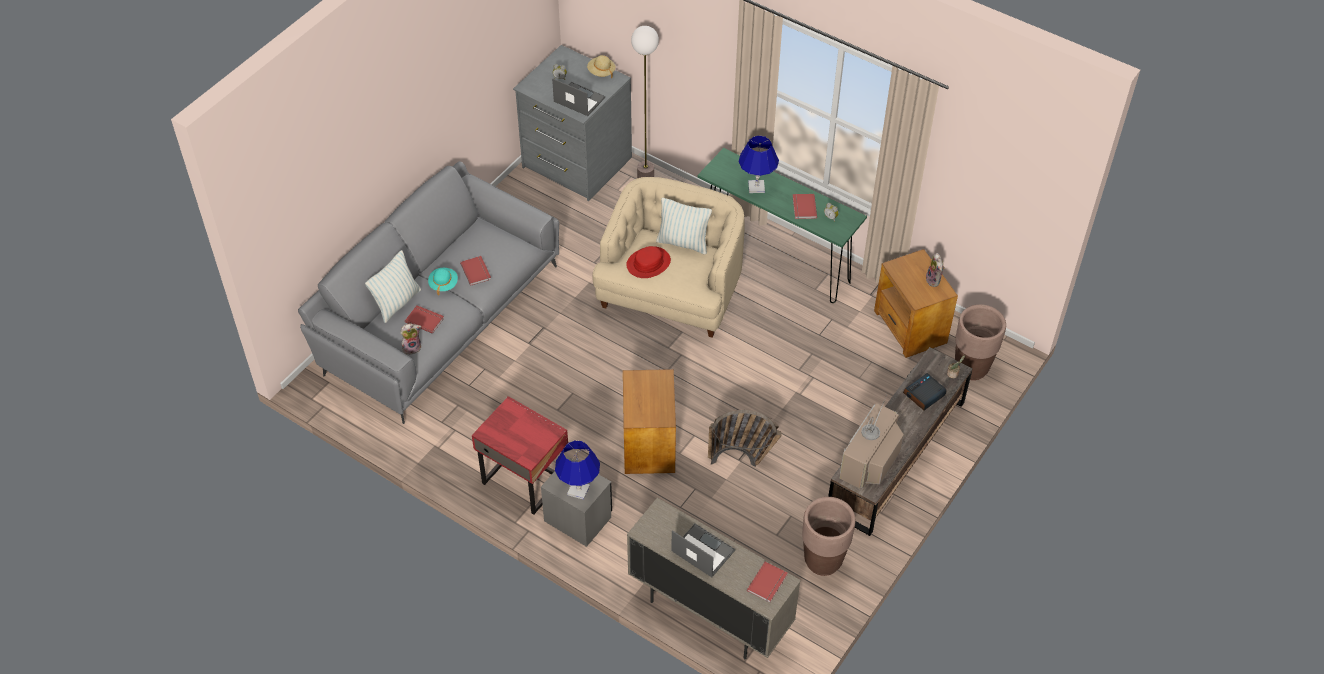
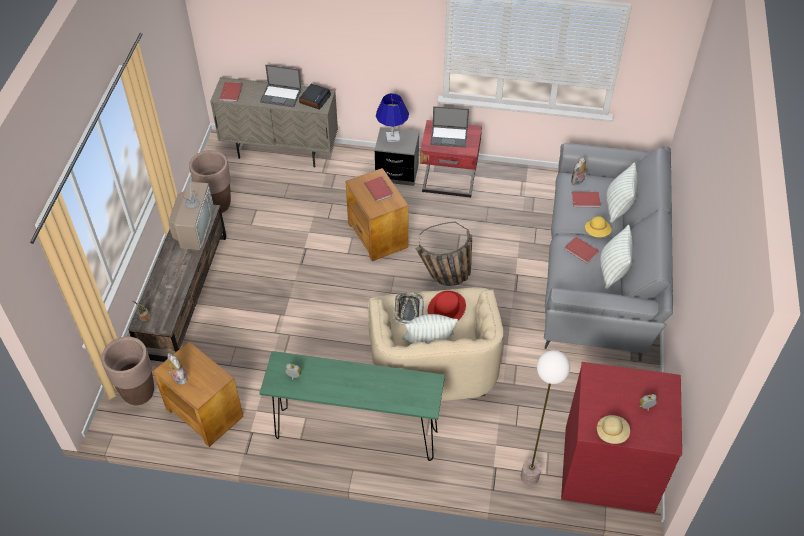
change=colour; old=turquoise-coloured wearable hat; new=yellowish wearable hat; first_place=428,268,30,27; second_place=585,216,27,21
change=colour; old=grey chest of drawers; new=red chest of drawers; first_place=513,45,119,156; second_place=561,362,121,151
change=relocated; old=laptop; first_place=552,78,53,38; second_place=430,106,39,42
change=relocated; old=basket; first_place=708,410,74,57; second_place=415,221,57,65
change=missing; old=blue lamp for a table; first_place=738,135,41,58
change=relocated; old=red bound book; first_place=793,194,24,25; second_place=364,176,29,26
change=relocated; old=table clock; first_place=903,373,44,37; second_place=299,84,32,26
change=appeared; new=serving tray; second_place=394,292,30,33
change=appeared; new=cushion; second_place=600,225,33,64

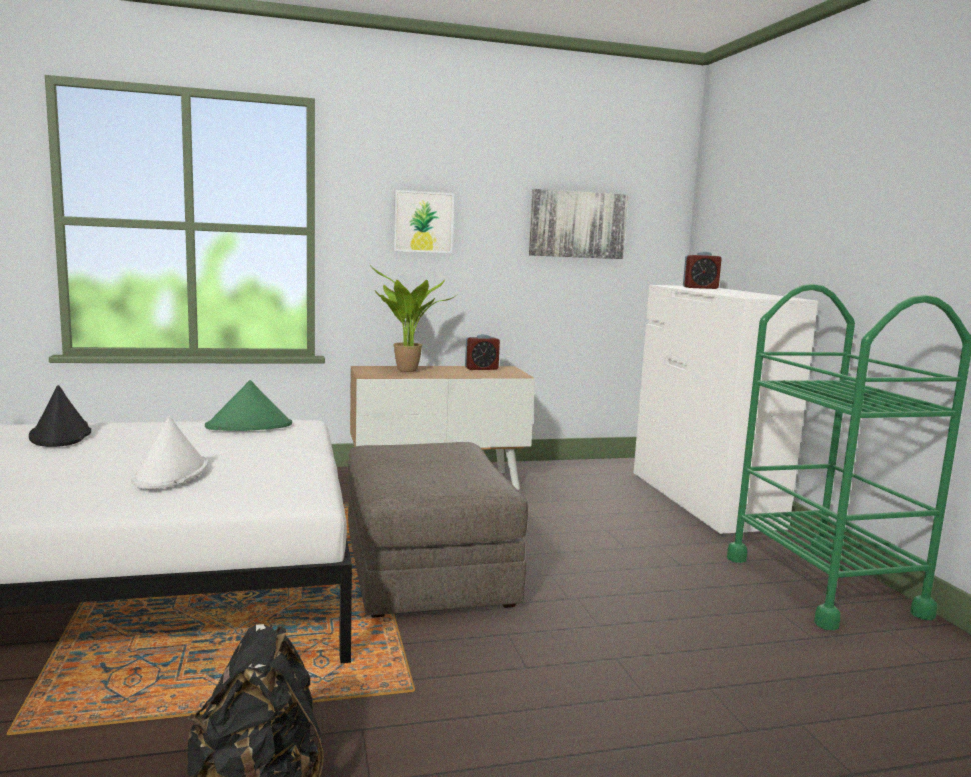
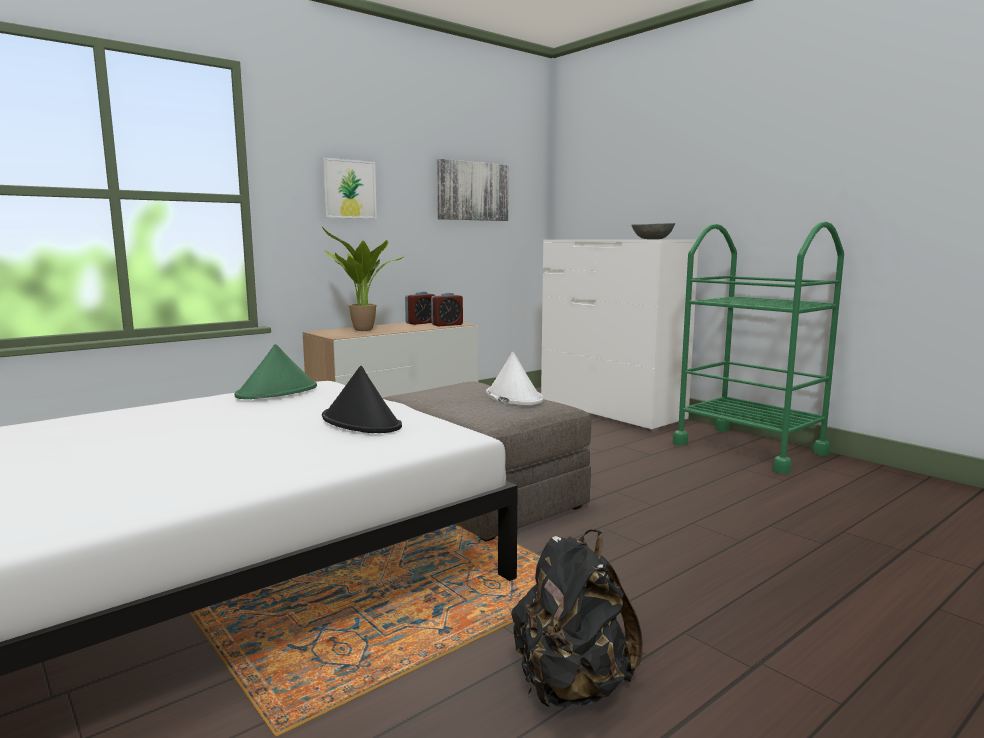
change=relocated; old=black wearable hat; first_place=29,385,62,62; second_place=322,366,80,67
change=relocated; old=whitish wearable hat; first_place=131,416,77,73; second_place=486,352,57,54
change=relocated; old=table clock; first_place=683,252,39,37; second_place=431,292,32,34
change=appeared; new=grey serving bowl; second_place=631,223,44,16

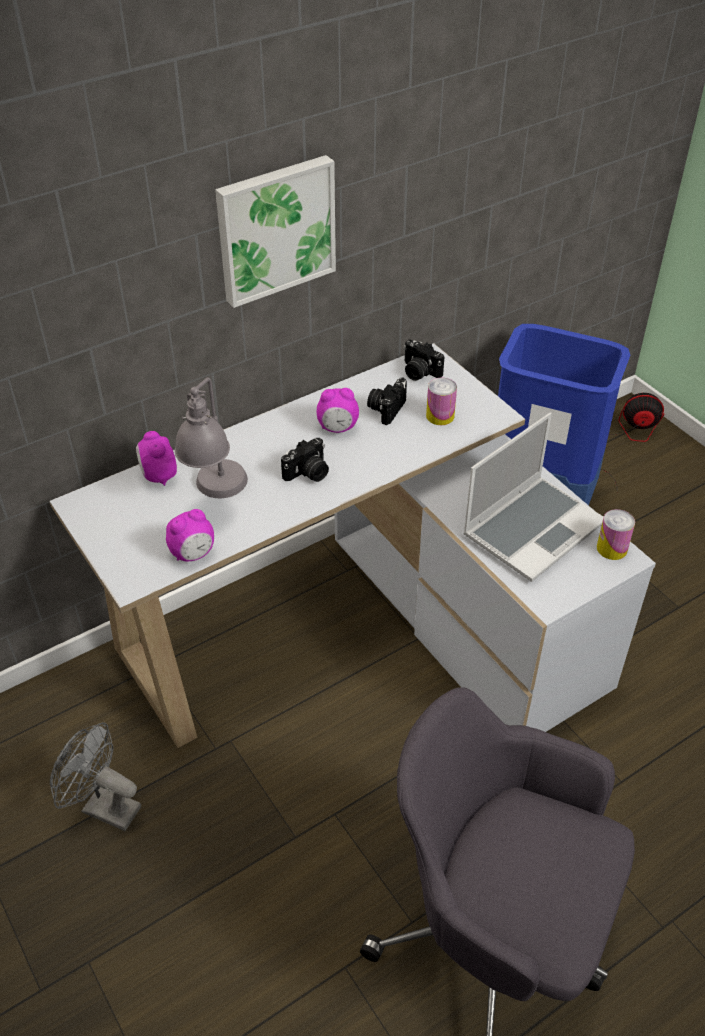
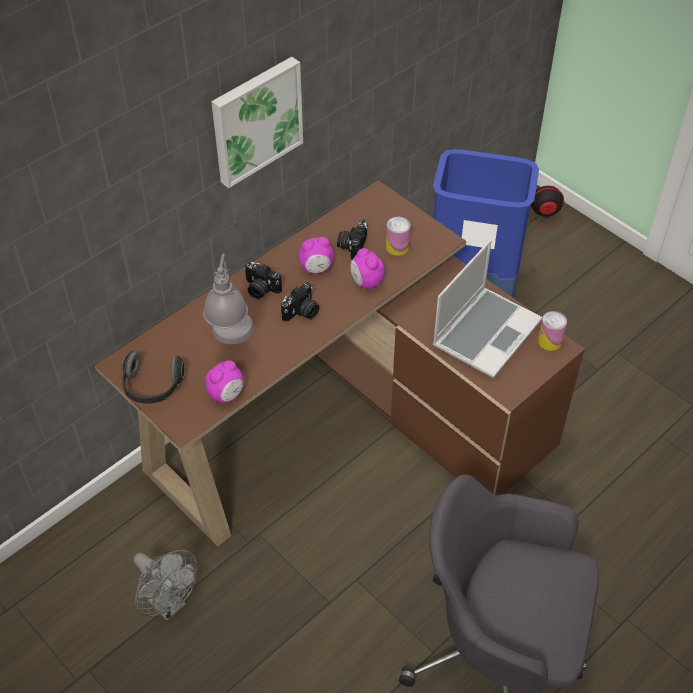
change=colour; old=whitish desk unit; new=brown-coloured desk unit; first_place=49,343,607,405; second_place=95,180,490,367
change=spun; old=grey electric fan; first_place=50,722,91,109; second_place=134,550,63,70; degrees=-150
change=relocated; old=table clock; first_place=136,431,41,55; second_place=350,248,35,42
change=relocated; old=photo camera; first_place=404,339,40,42; second_place=244,262,38,37
change=appeared; new=headset; second_place=122,350,63,54

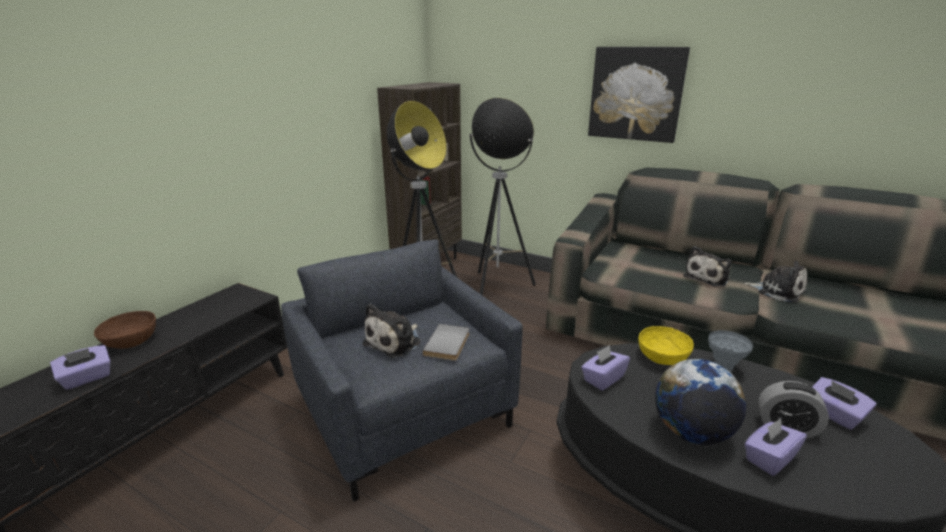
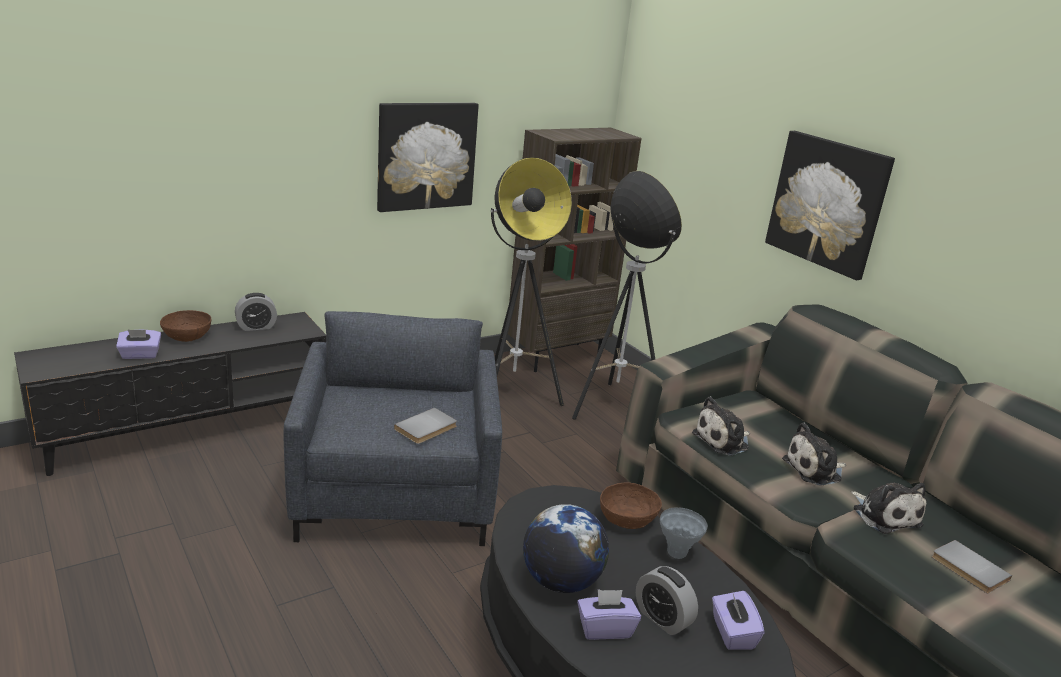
change=relocated; old=cuddly toy; first_place=362,303,59,55; second_place=692,396,58,59
change=missing; old=purple-coloured box of tissues; first_place=581,345,49,45
change=colour; old=yellowish serving bowl; new=brown-coloured serving bowl; first_place=638,326,56,39; second_place=600,482,62,47
change=appeared; new=table clock; second_place=235,293,42,38
change=appeared; new=picture; second_place=377,103,102,109
change=appeared; new=grey bound book; second_place=932,540,80,53

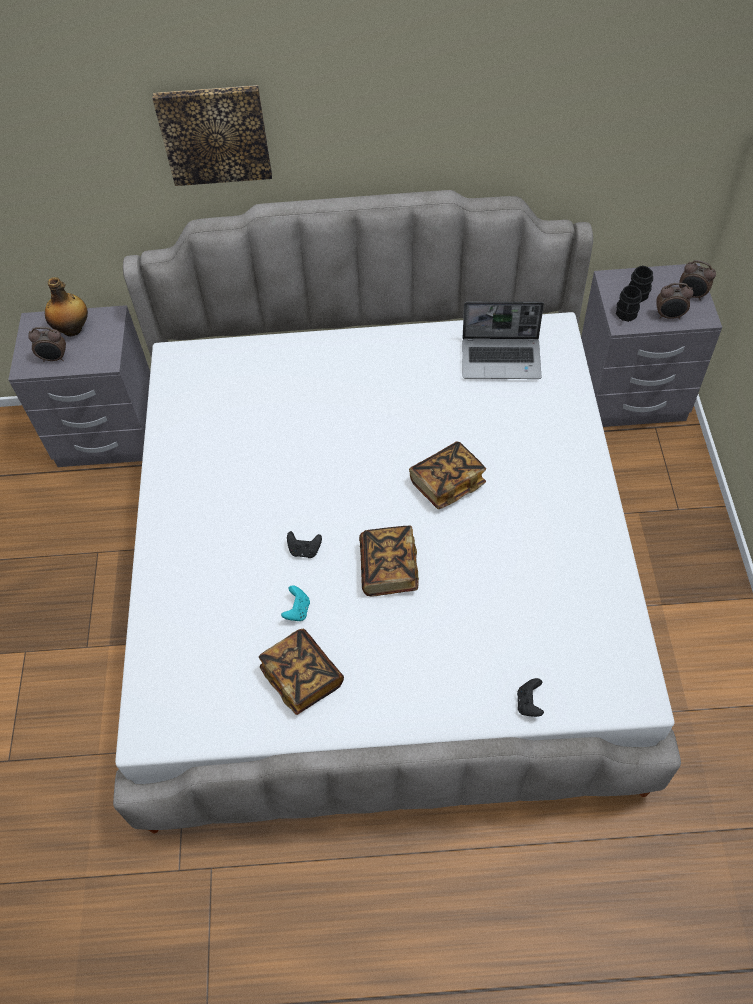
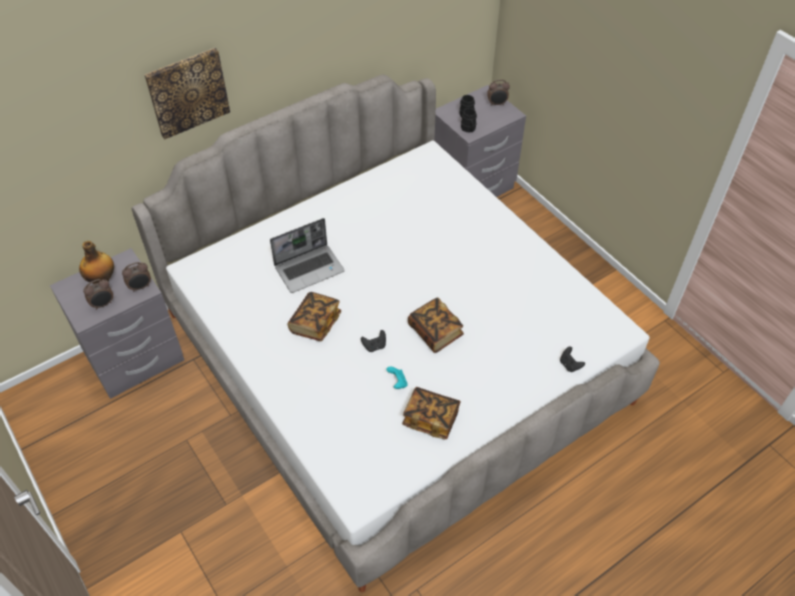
change=relocated; old=bound book; first_place=409,442,77,67; second_place=288,292,53,49
change=relocated; old=laptop; first_place=462,302,82,77; second_place=270,218,75,75
change=relocated; old=table clock; first_place=656,283,37,36; second_place=122,262,29,30

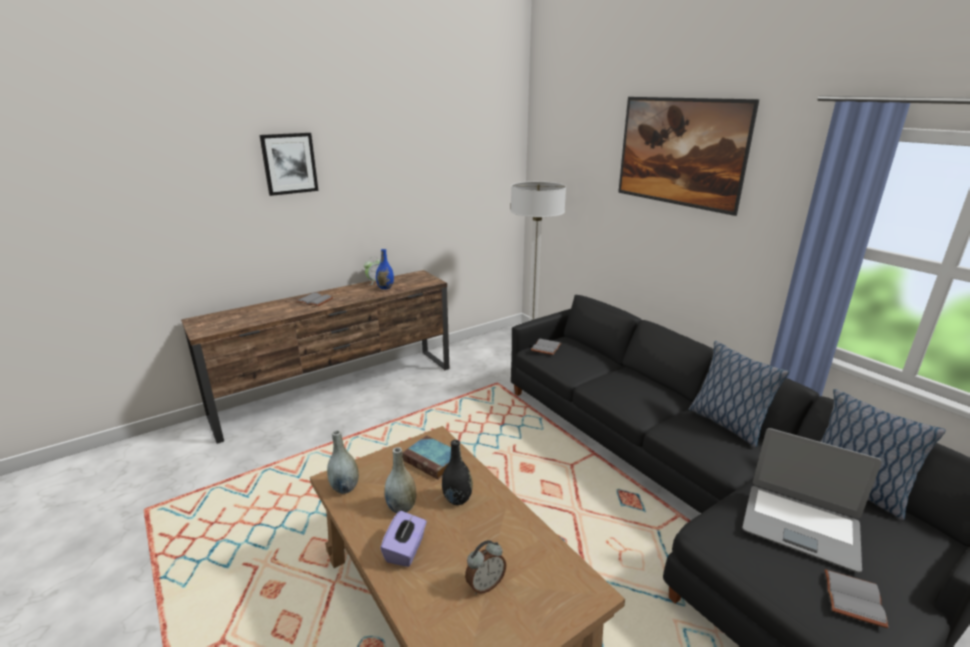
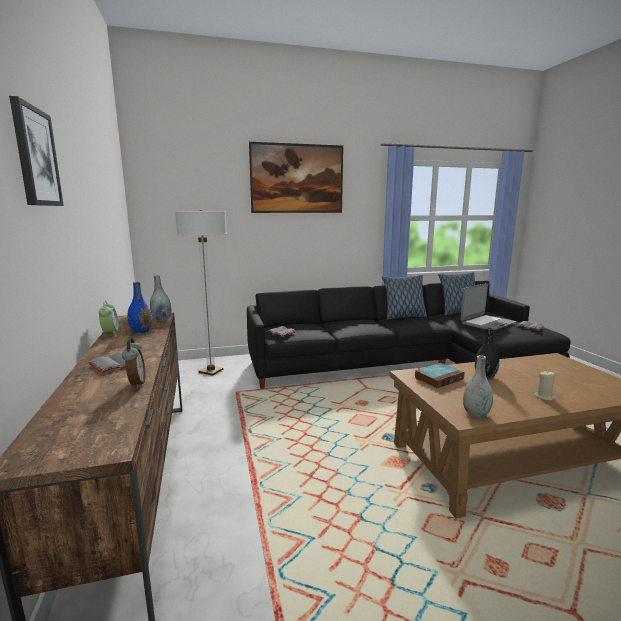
change=exchanged; old=purple-coloured box of tissues; new=beige-coloured candle; first_place=380,511,47,56; second_place=534,371,22,30
change=relocated; old=grey flower vase; first_place=385,447,31,66; second_place=150,275,21,46
change=relocated; old=table clock; first_place=465,540,41,54; second_place=122,338,24,50

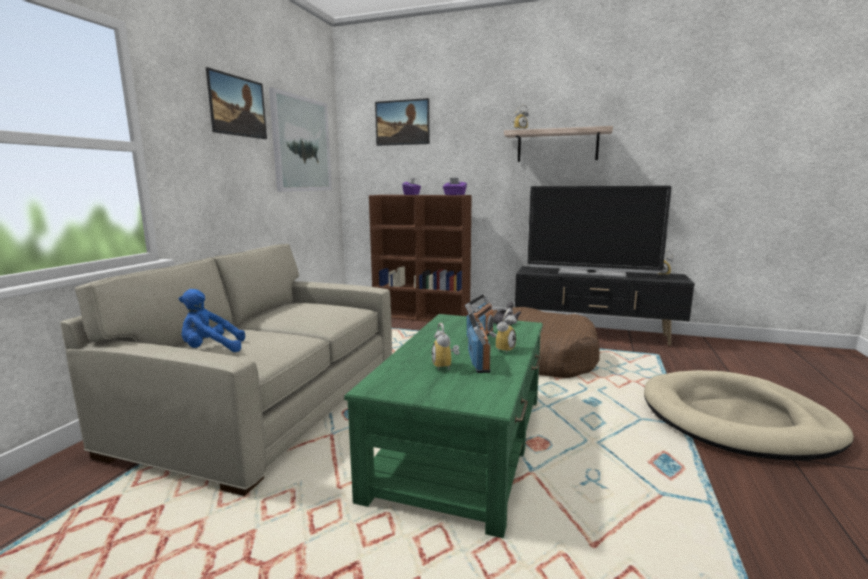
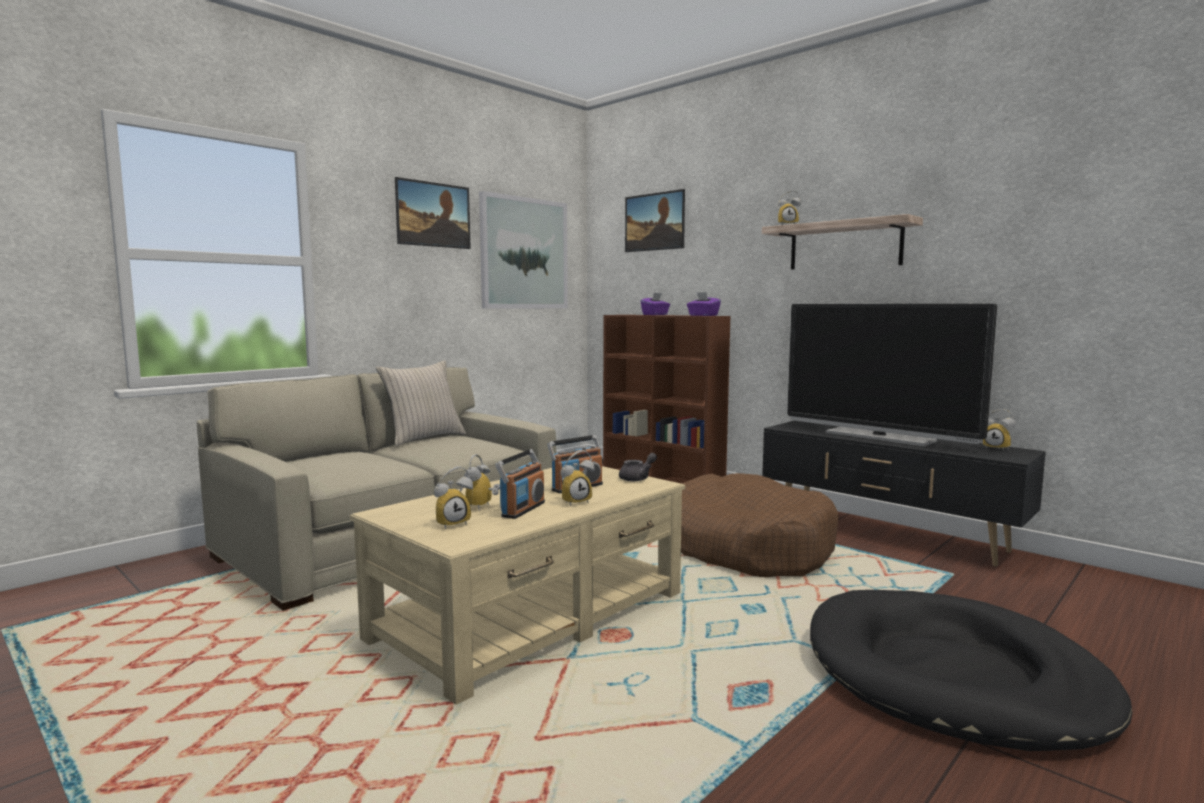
change=missing; old=blue cuddly toy; first_place=179,289,66,63
change=colour; old=greenish coffee table; new=beige-coloured coffee table; first_place=344,314,199,224; second_place=350,466,335,239
change=colour; old=beige-coloured dog bed; new=black dog bed; first_place=644,370,210,91; second_place=810,590,322,161
change=appeared; new=beige-coloured cushion; second_place=376,360,90,86
change=appeared; new=table clock; second_place=434,466,39,63

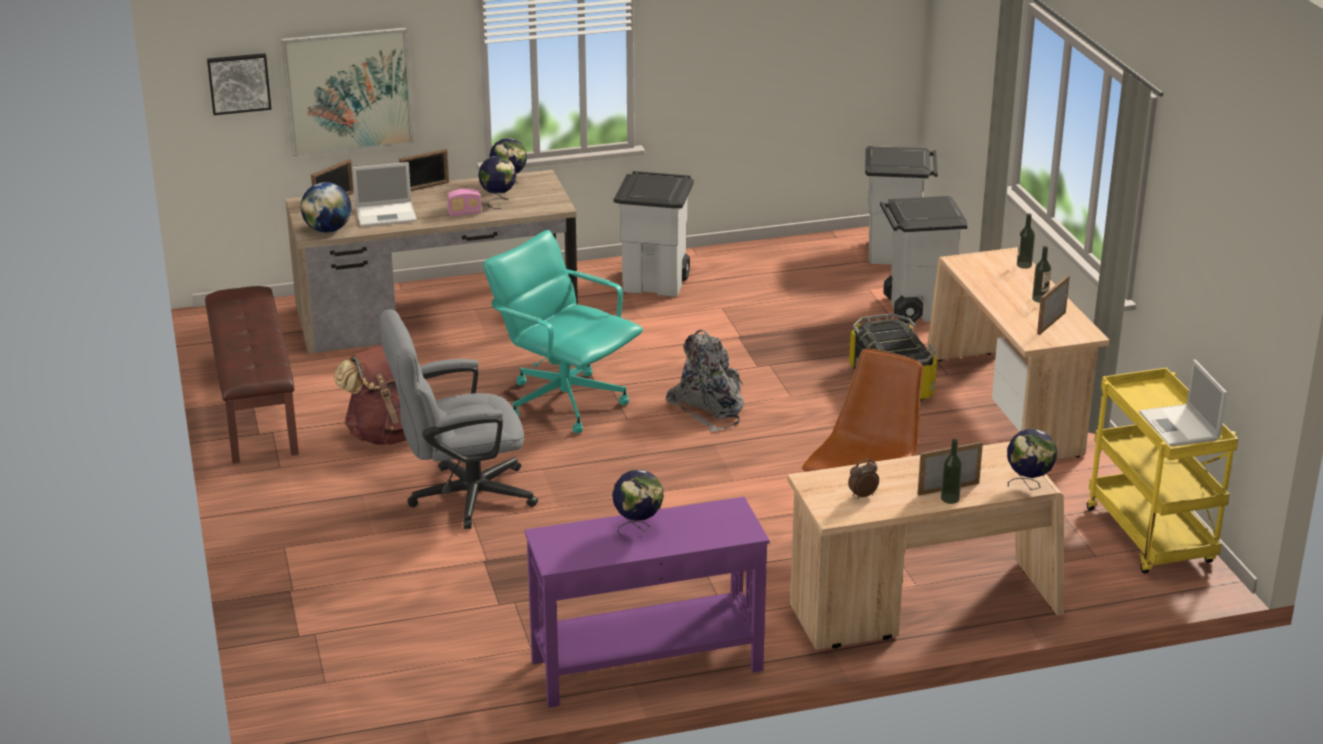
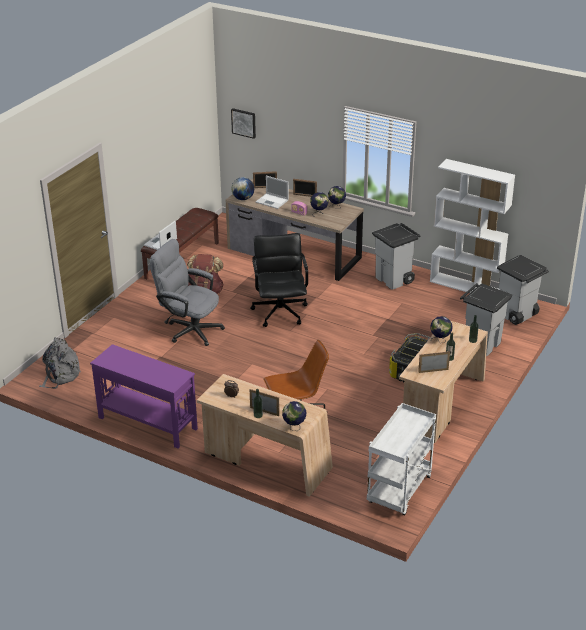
change=missing; old=picture; first_place=281,27,133,130
change=colour; old=turquoise-coloured office chair; new=black office chair; first_place=483,230,160,203; second_place=250,233,58,94
change=relocated; old=desk globe; first_place=612,470,52,66; second_place=431,316,21,27
change=relocated; old=grey rucksack; first_place=665,330,79,102; second_place=39,337,42,52
change=colour; old=yellowish trolley; new=whitish trolley; first_place=1087,368,151,206; second_place=367,403,69,112
change=relocated; old=laptop; first_place=1139,359,88,88; second_place=144,221,33,29
change=appeared; new=whitish bookcase; second_place=430,159,85,134

